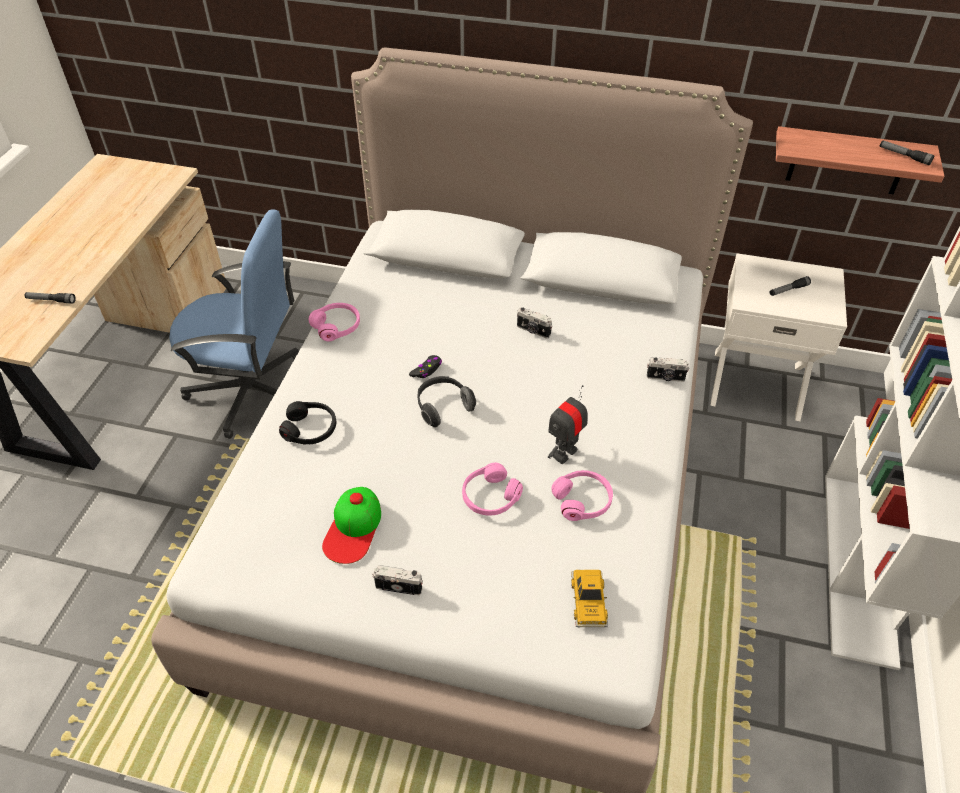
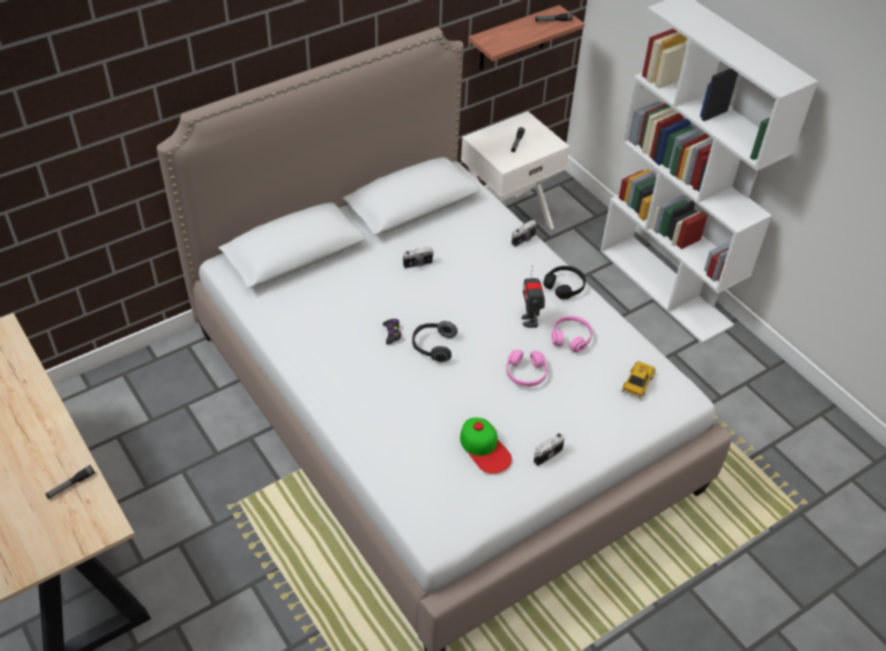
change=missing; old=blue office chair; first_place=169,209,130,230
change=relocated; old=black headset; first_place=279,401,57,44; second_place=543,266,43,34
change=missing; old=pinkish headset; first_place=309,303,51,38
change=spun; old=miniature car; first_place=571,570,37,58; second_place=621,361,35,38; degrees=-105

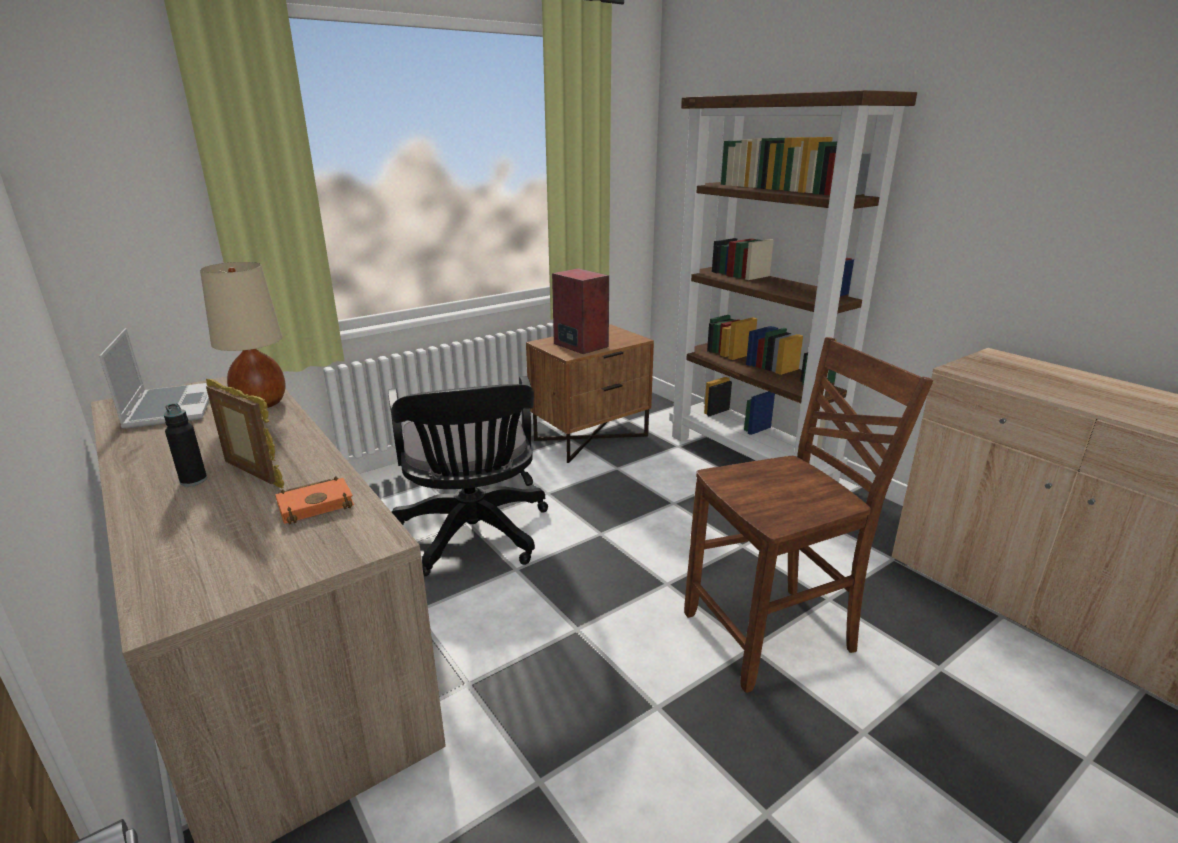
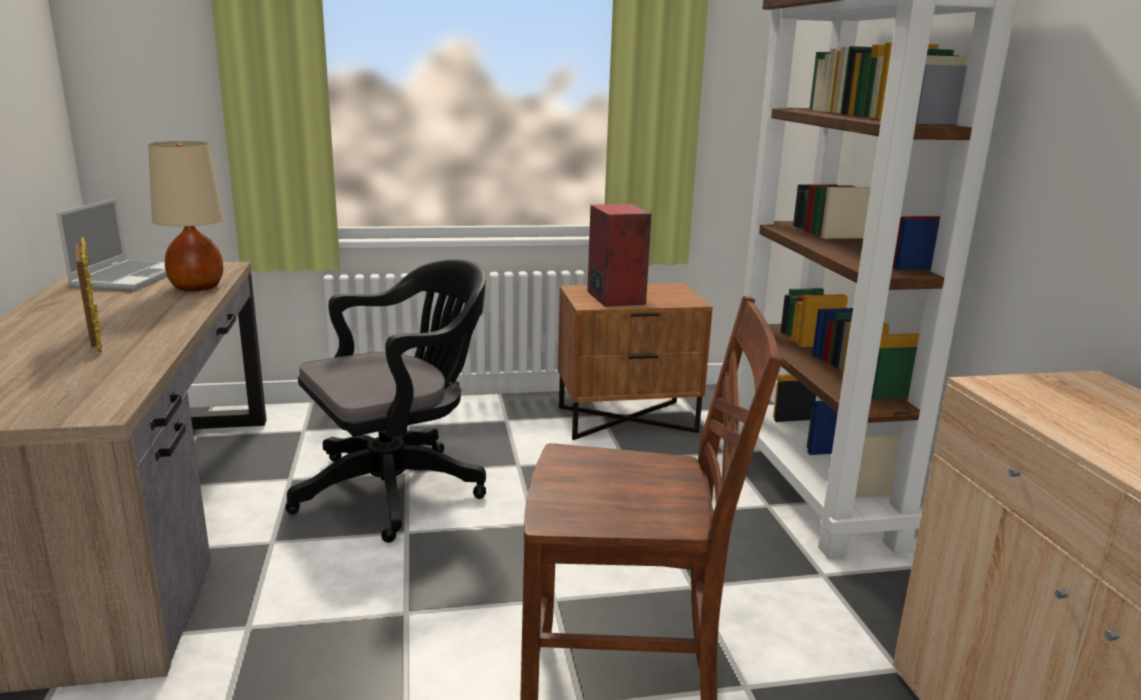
change=missing; old=black drink bottle; first_place=164,403,43,83
change=missing; old=orange bound book; first_place=276,476,78,49
change=spun; old=black office chair; first_place=388,376,160,200; second_place=285,259,201,284; degrees=-135

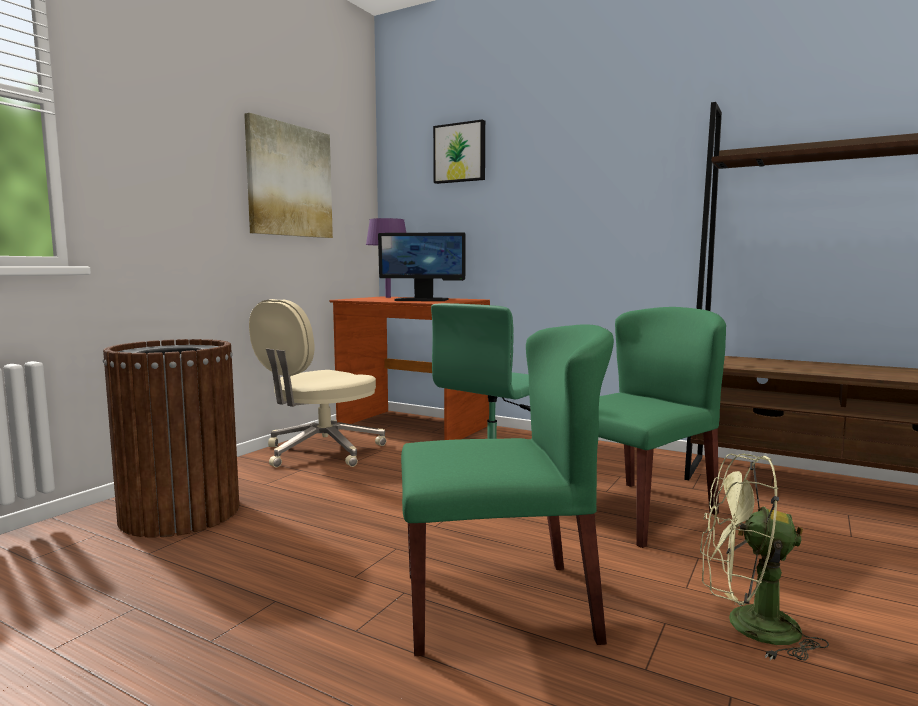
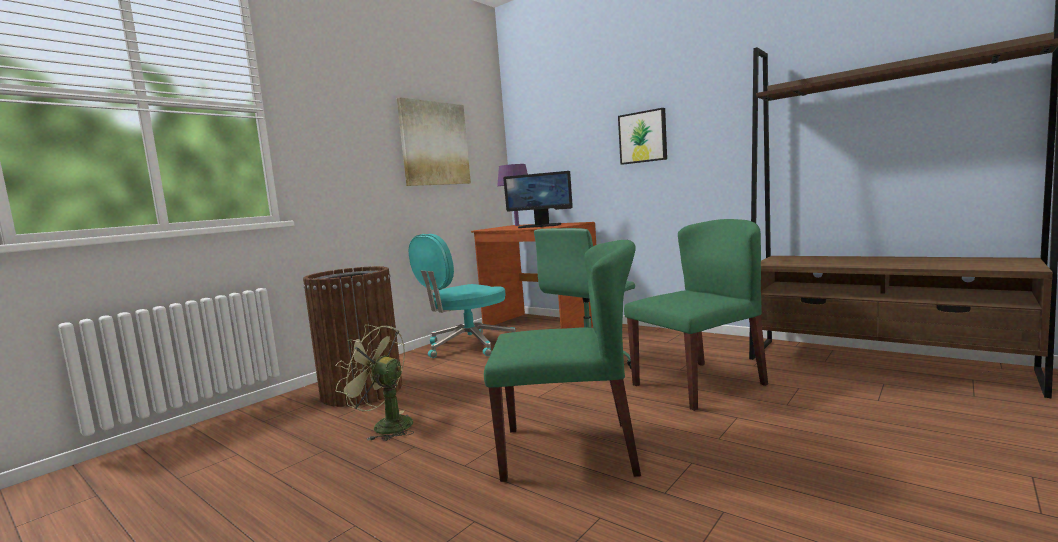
change=colour; old=beige-coloured office chair; new=turquoise-coloured office chair; first_place=249,299,137,168; second_place=409,234,107,124
change=relocated; old=picture; first_place=433,119,52,65; second_place=618,108,49,57
change=relocated; old=greenish electric fan; first_place=700,454,129,207; second_place=335,325,79,116

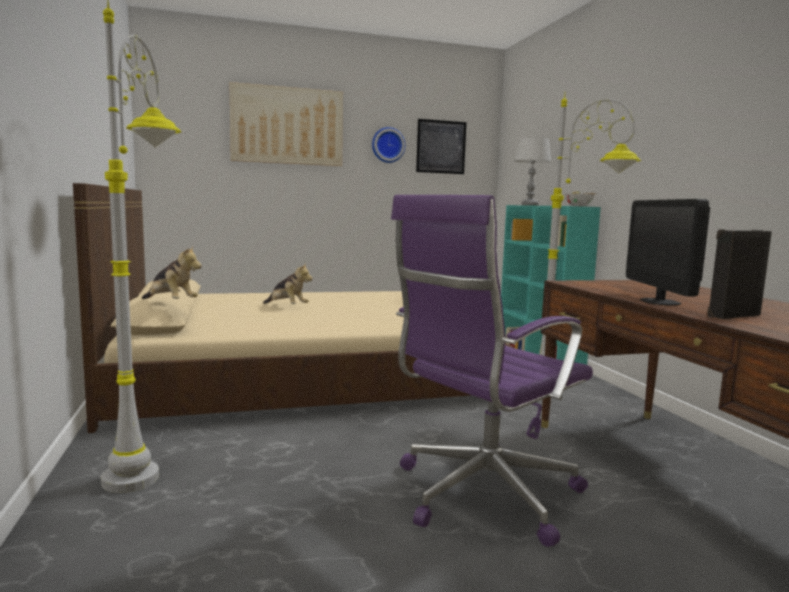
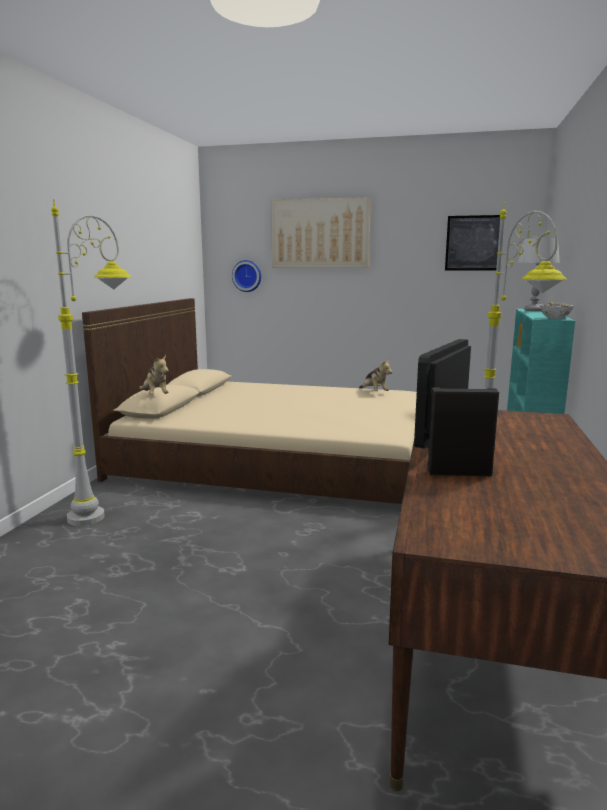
change=relocated; old=cuddly toy; first_place=263,263,50,41; second_place=359,359,33,32
change=relocated; old=clock on the wall; first_place=372,127,33,36; second_place=232,260,29,32
change=missing; old=purple-coloured office chair; first_place=391,195,202,352

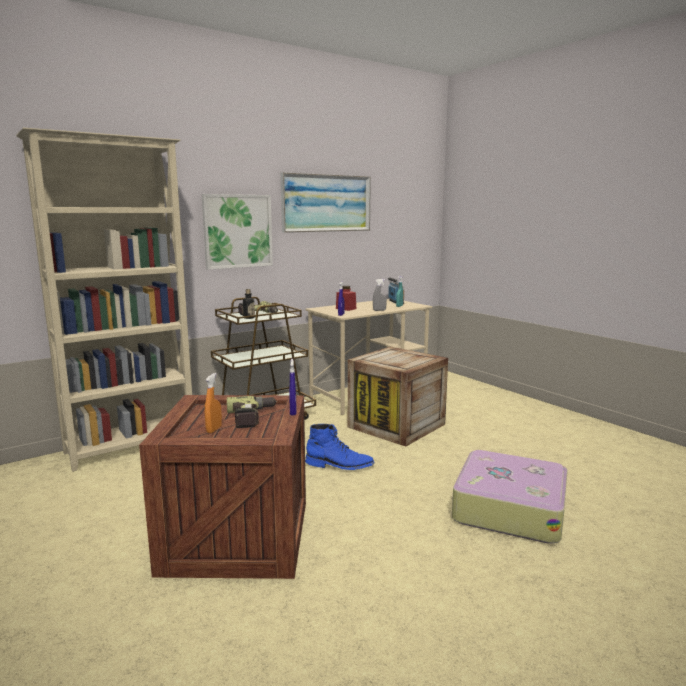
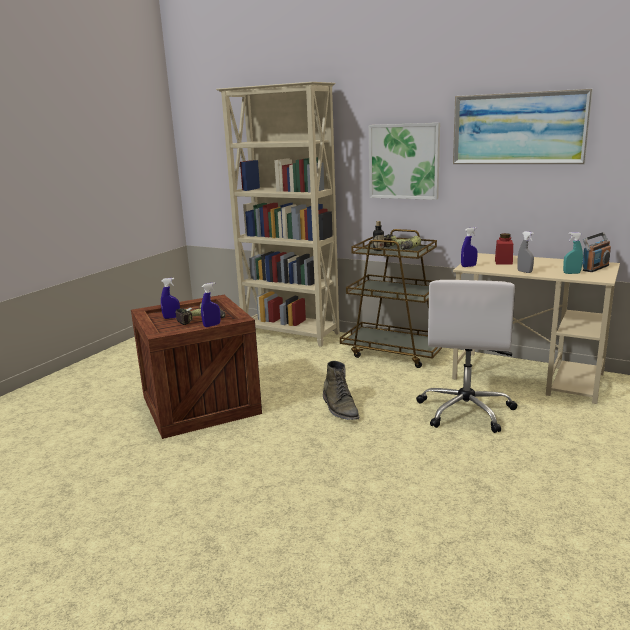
change=colour; old=orange sprayer; new=blue sprayer; first_place=205,373,17,60; second_place=161,278,19,41
change=colour; old=blue boot; new=greenish boot; first_place=305,424,70,46; second_place=323,361,36,59
change=exchanged; old=packing crate; new=whitish office chair; first_place=348,347,100,99; second_place=416,280,102,153
change=missing; old=piece of luggage; first_place=452,450,116,94

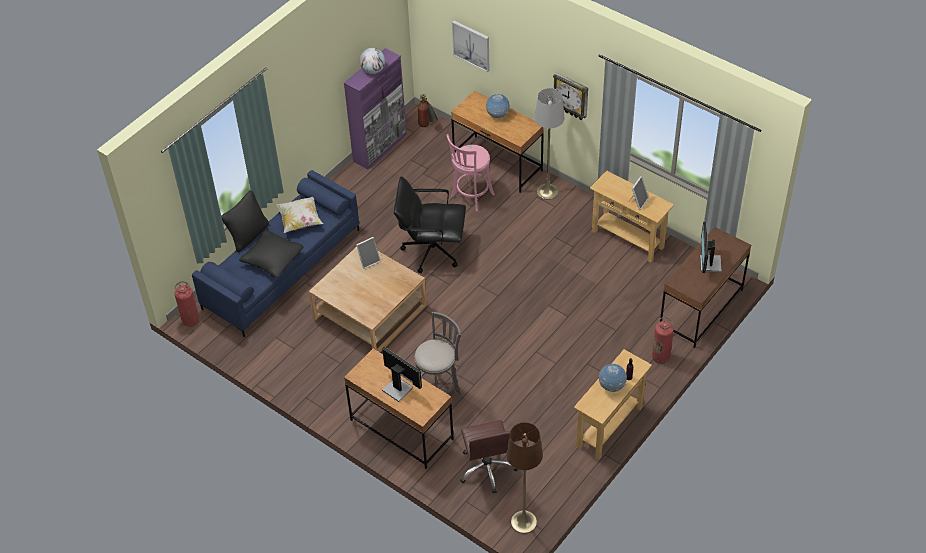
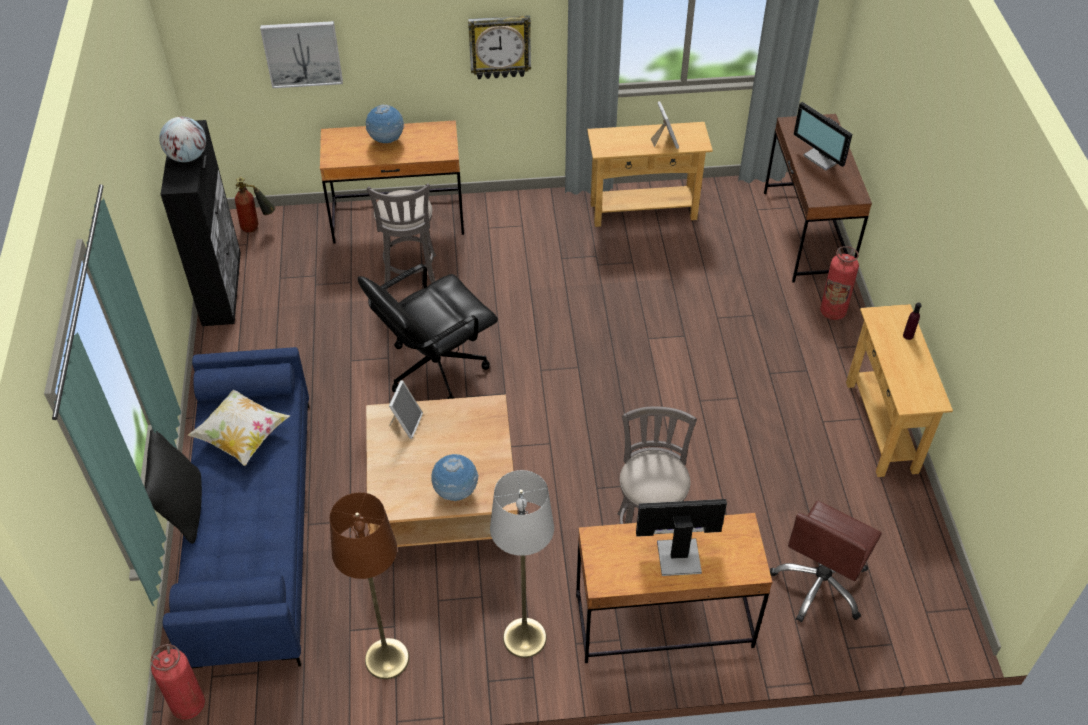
change=missing; old=black cushion; first_place=239,230,65,48
change=colour; old=purple-coloured cabinet; new=black cabinet; first_place=344,48,63,121; second_place=161,120,80,206
change=colour; old=pinkish stool; new=grey stool; first_place=446,134,49,77; second_place=367,183,69,107
change=spun; old=brown-coloured office chair; first_place=460,420,58,73; second_place=770,501,112,122; degrees=90
change=relocated; old=brown-coloured standard lamp; first_place=506,422,37,112; second_place=330,492,79,187
change=relocated; old=grey standard lamp; first_place=535,88,30,112; second_place=490,470,64,188
change=relocated; old=desk globe; first_place=599,364,28,28; second_place=431,454,48,47

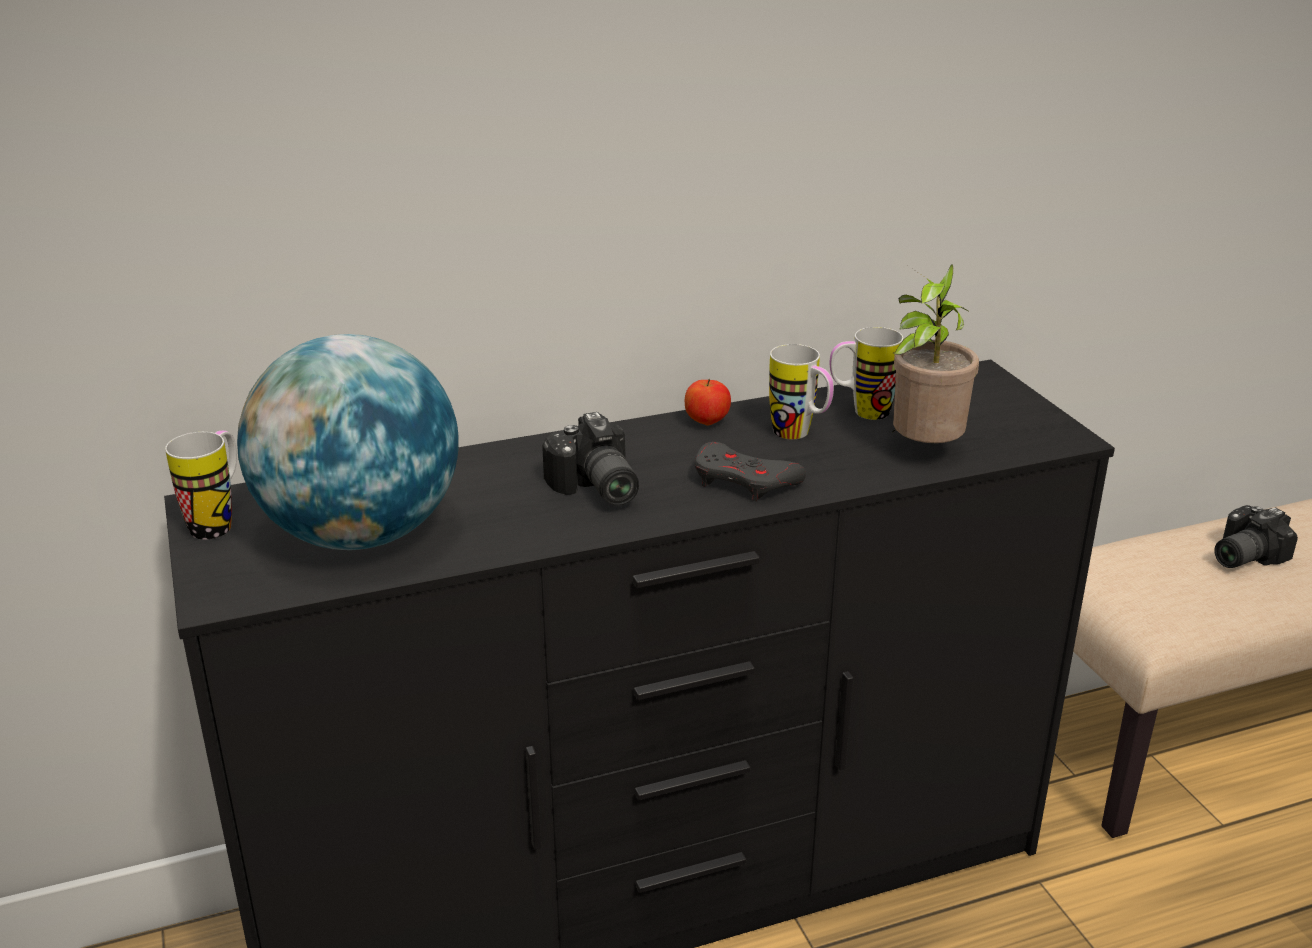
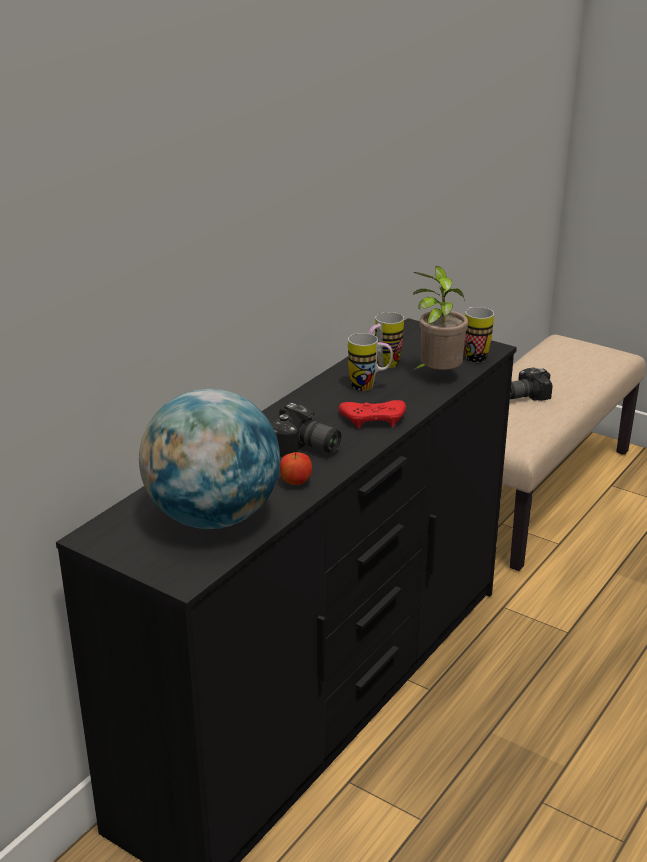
change=relocated; old=tea mug; first_place=165,431,72,109; second_place=465,307,29,56
change=relocated; old=apple fruit; first_place=685,379,46,47; second_place=280,452,32,33
change=colour; old=grey game controller; new=red game controller; first_place=695,442,111,59; second_place=339,400,67,29
change=spun; old=photo camera; first_place=1214,505,84,63; second_place=510,368,43,33; degrees=45

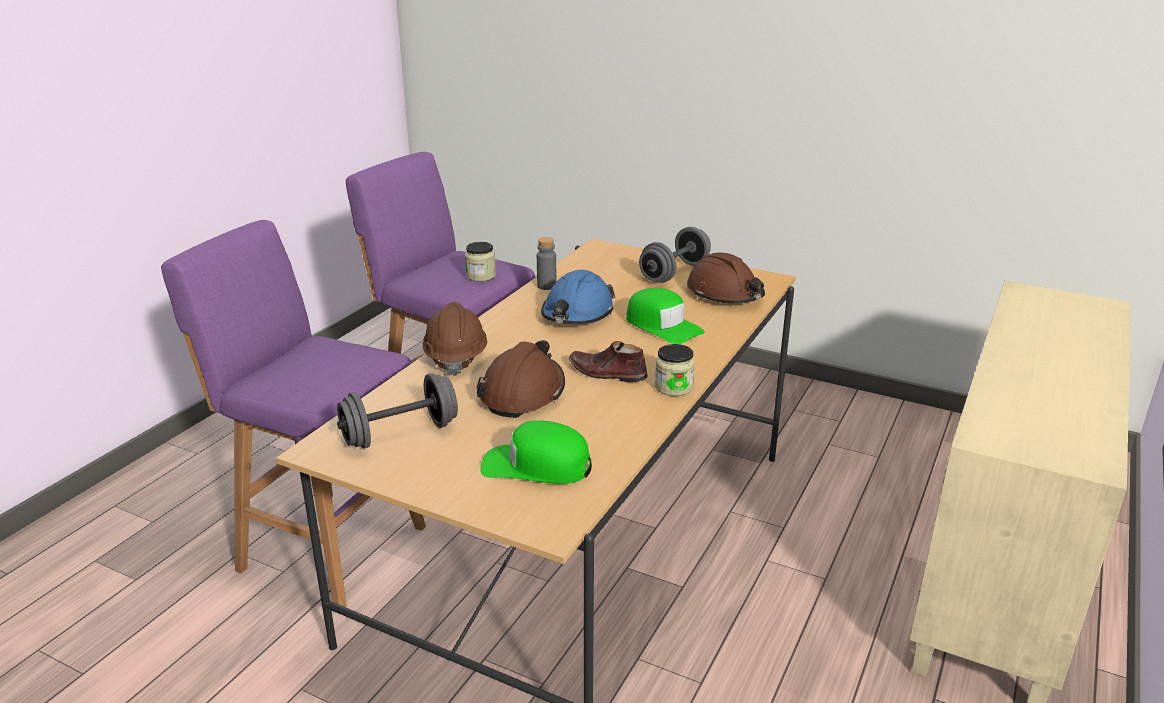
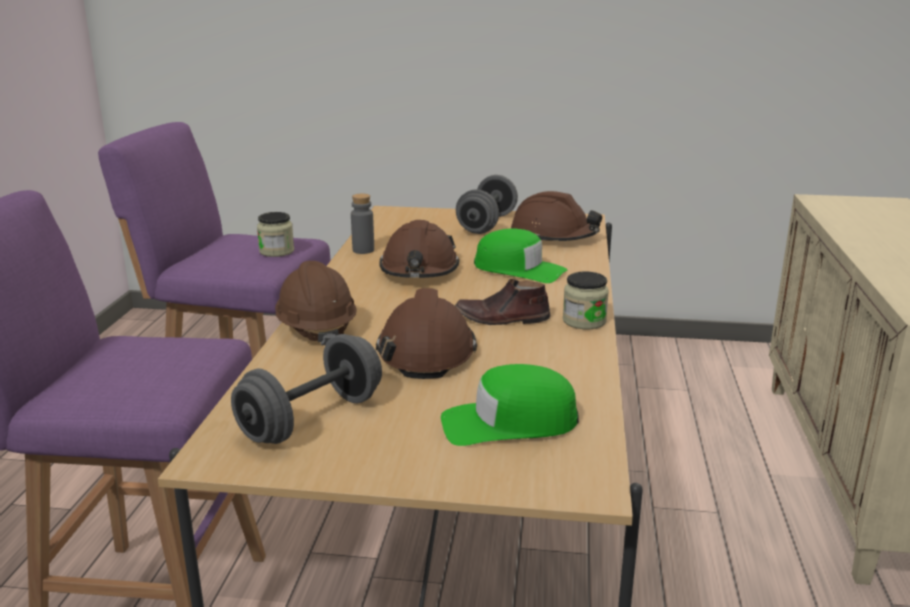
change=colour; old=blue safety helmet; new=brown-coloured safety helmet; first_place=541,269,75,55; second_place=379,220,81,58

